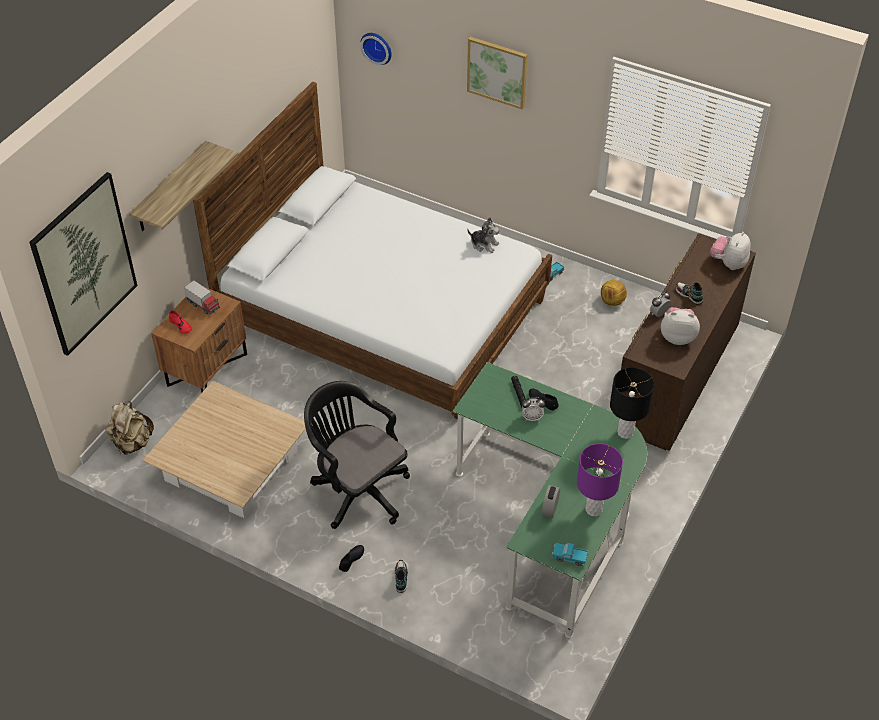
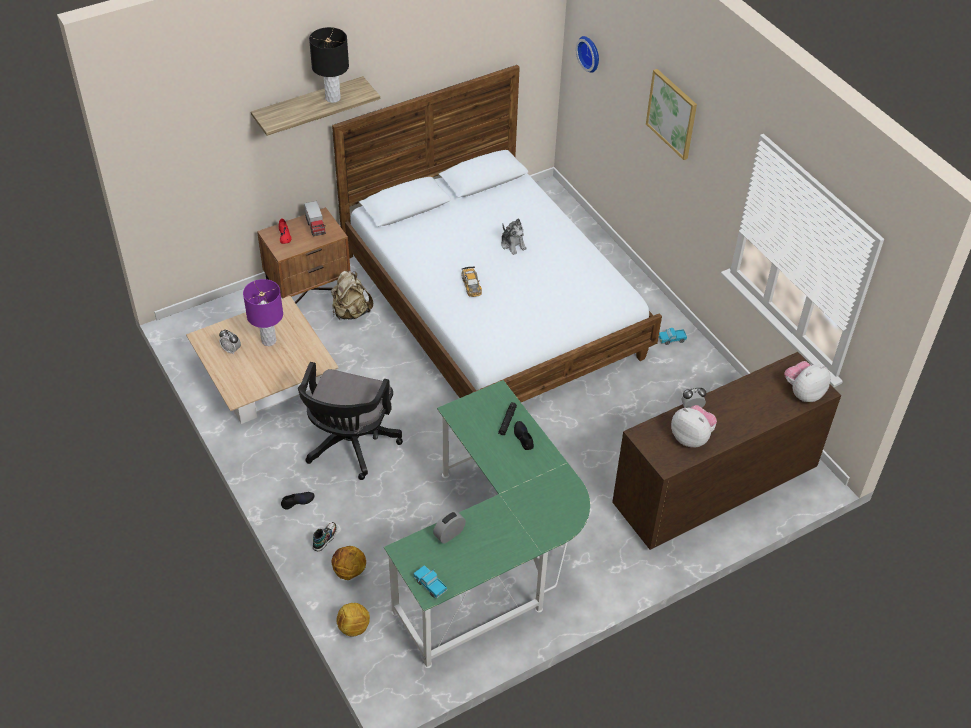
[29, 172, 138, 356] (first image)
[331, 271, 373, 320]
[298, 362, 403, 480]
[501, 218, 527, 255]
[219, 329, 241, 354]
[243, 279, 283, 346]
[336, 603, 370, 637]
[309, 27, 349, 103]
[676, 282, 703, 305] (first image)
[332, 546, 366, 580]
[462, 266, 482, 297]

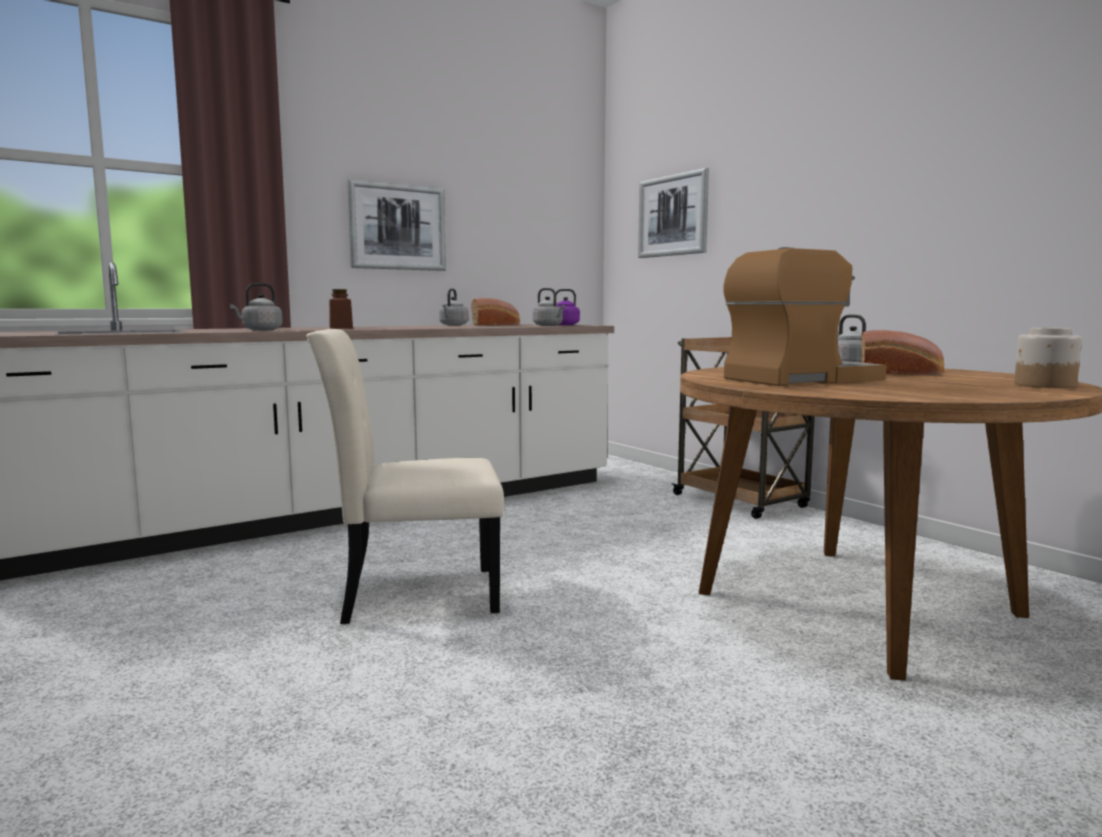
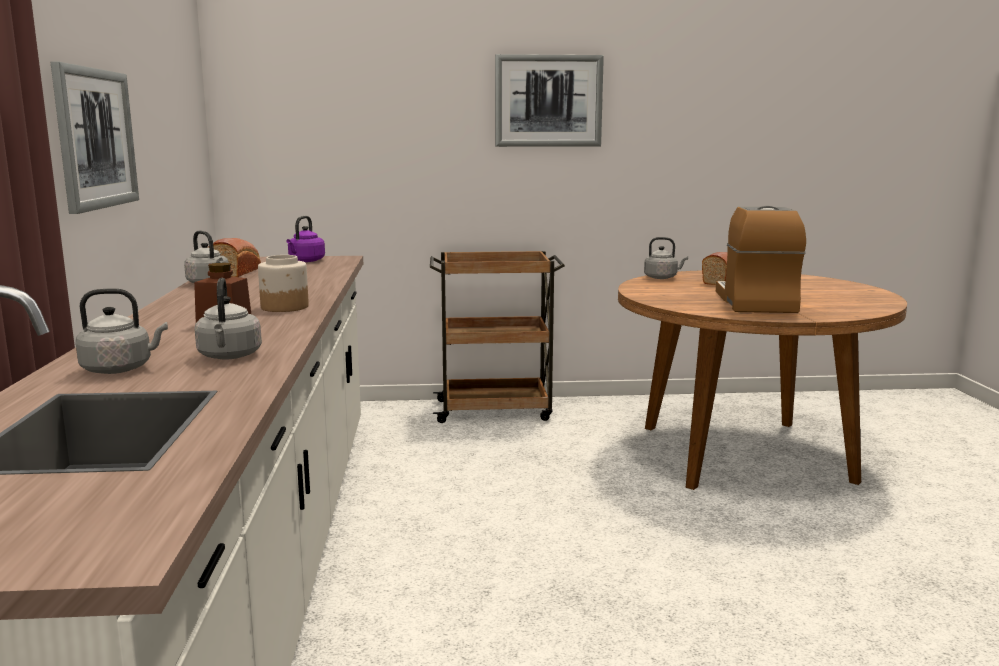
[306, 329, 504, 624] (first image)
[75, 289, 168, 374]
[495, 54, 604, 147]
[258, 255, 309, 312]

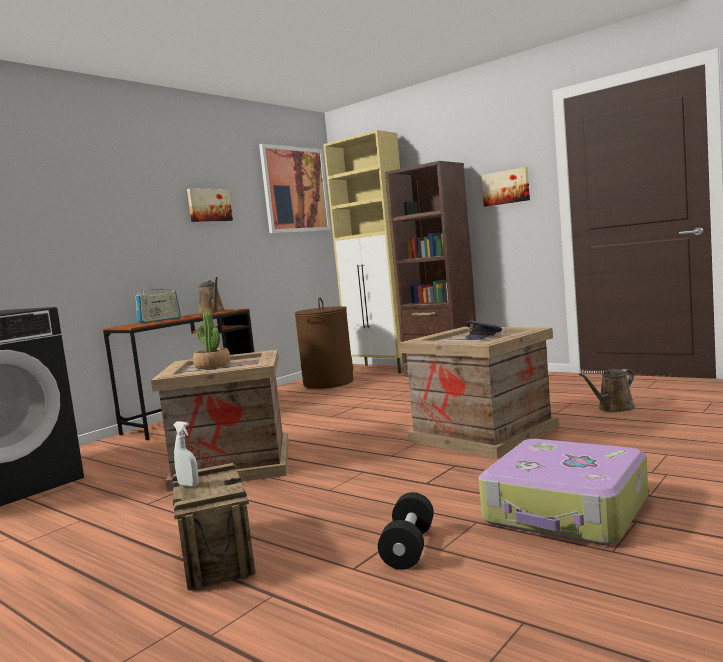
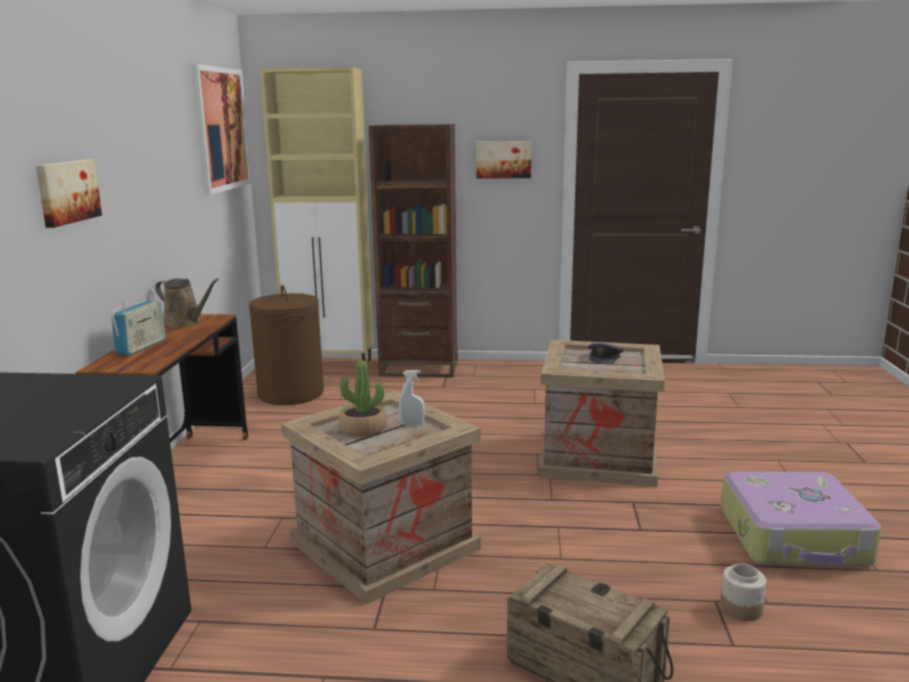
[399, 370, 425, 426]
[36, 160, 102, 228]
[720, 564, 766, 621]
[579, 369, 635, 412] (first image)

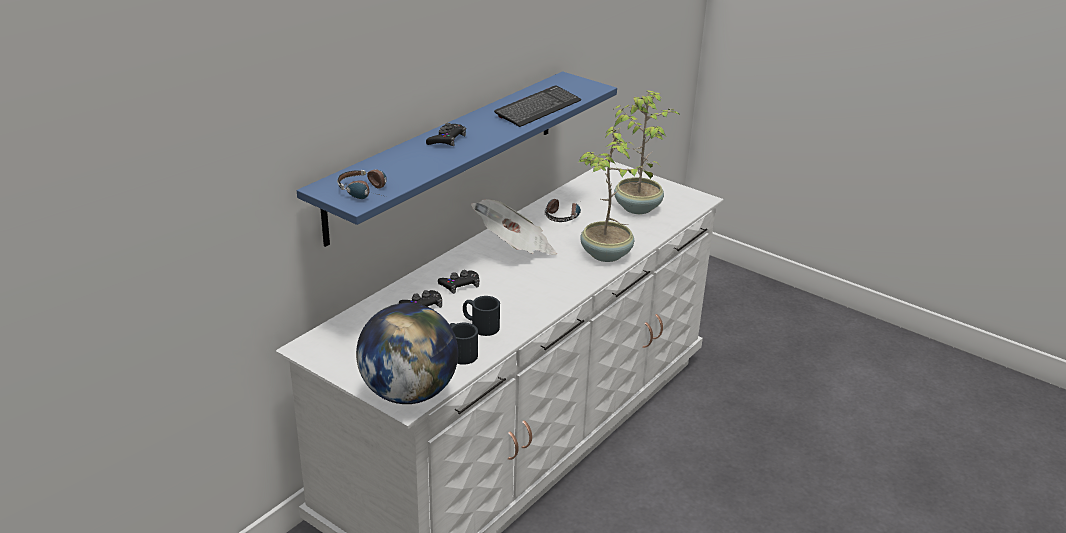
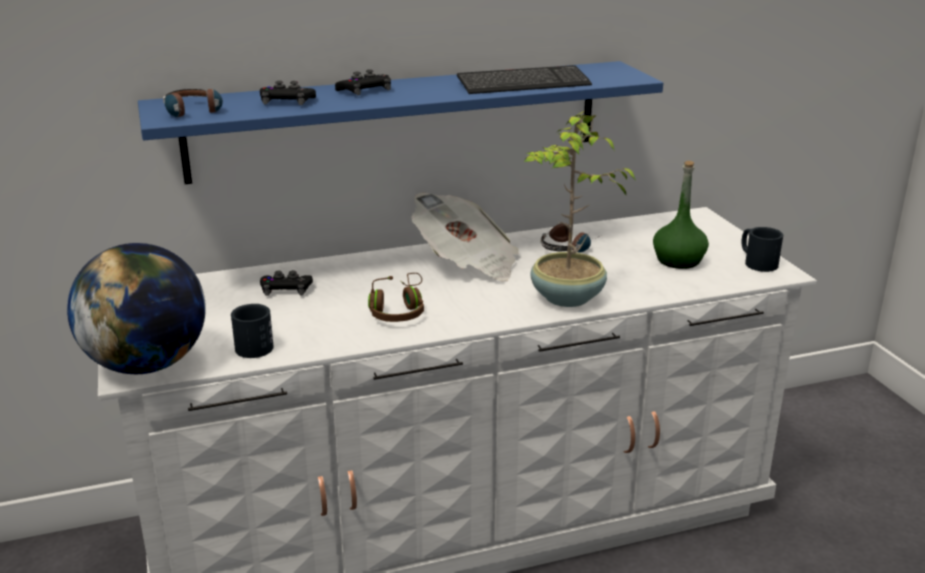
[260, 80, 316, 105]
[741, 227, 783, 272]
[653, 161, 709, 269]
[368, 273, 424, 322]

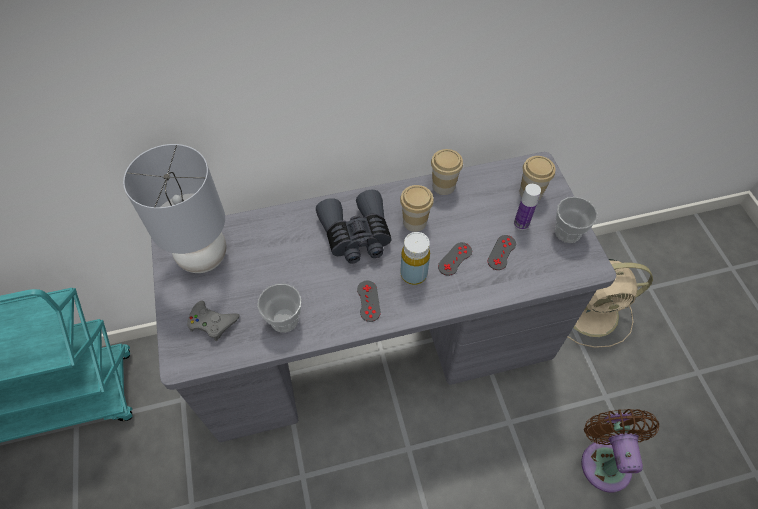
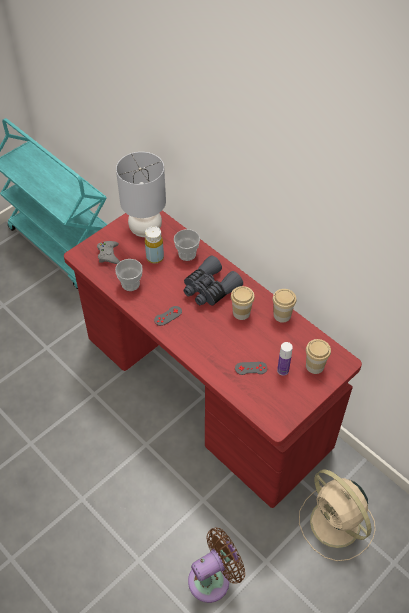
[64, 210, 362, 508]
[145, 226, 164, 264]
[438, 242, 472, 276] (first image)
[174, 229, 200, 261]

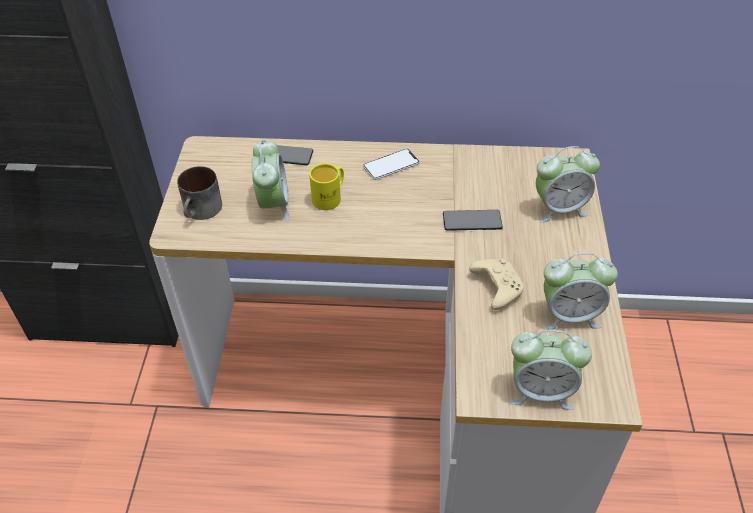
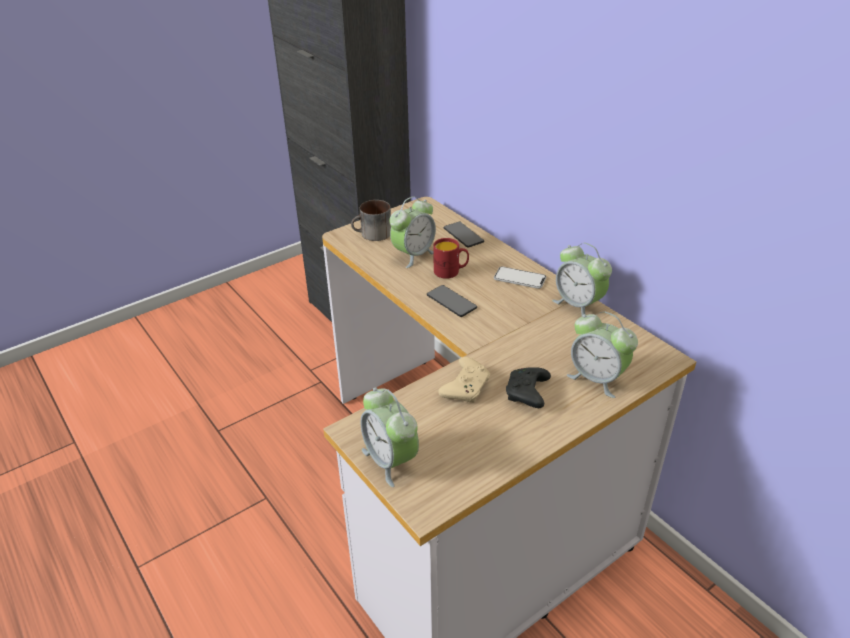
[433, 238, 469, 279]
[427, 285, 477, 317]
[552, 243, 612, 316]
[506, 367, 551, 408]

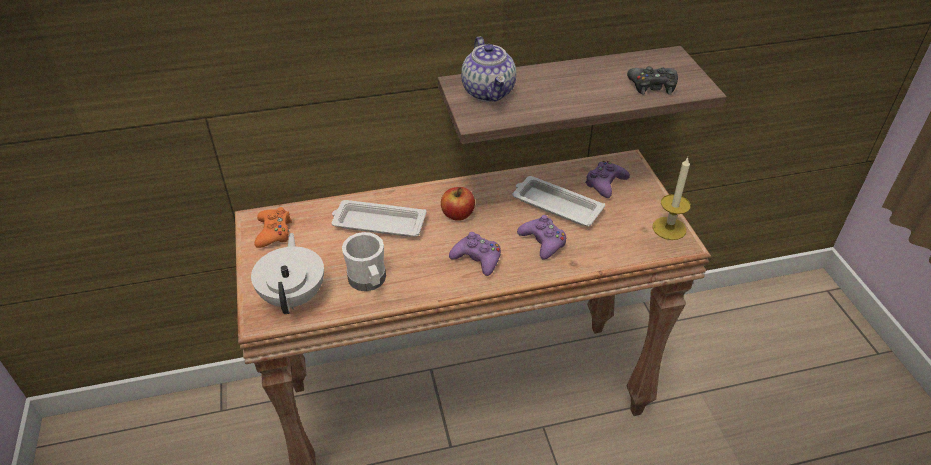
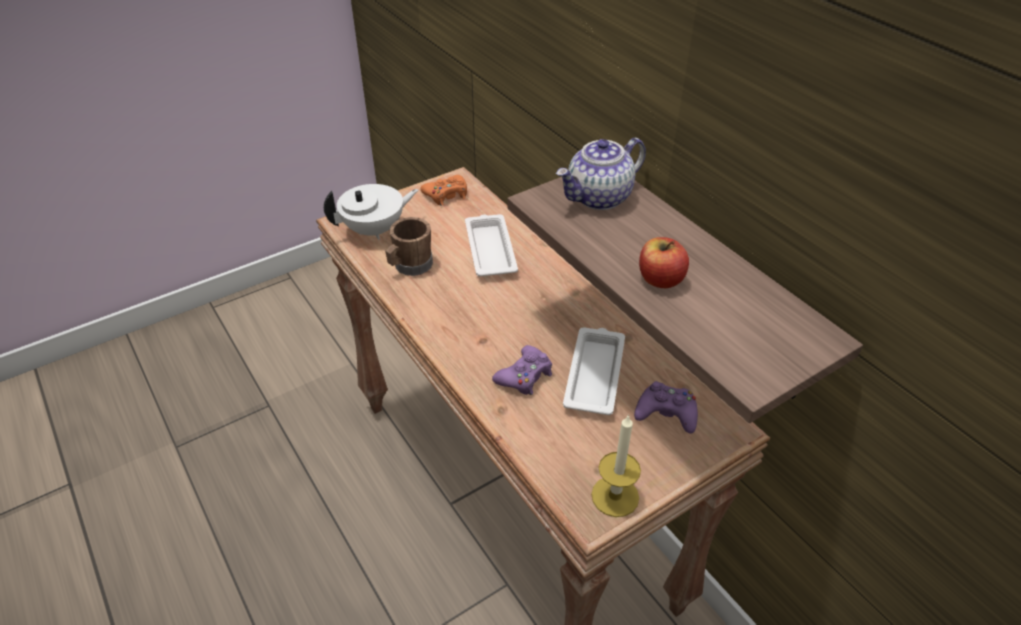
[385, 217, 433, 276]
[639, 237, 689, 288]
[449, 232, 501, 276] (first image)
[627, 67, 678, 94] (first image)

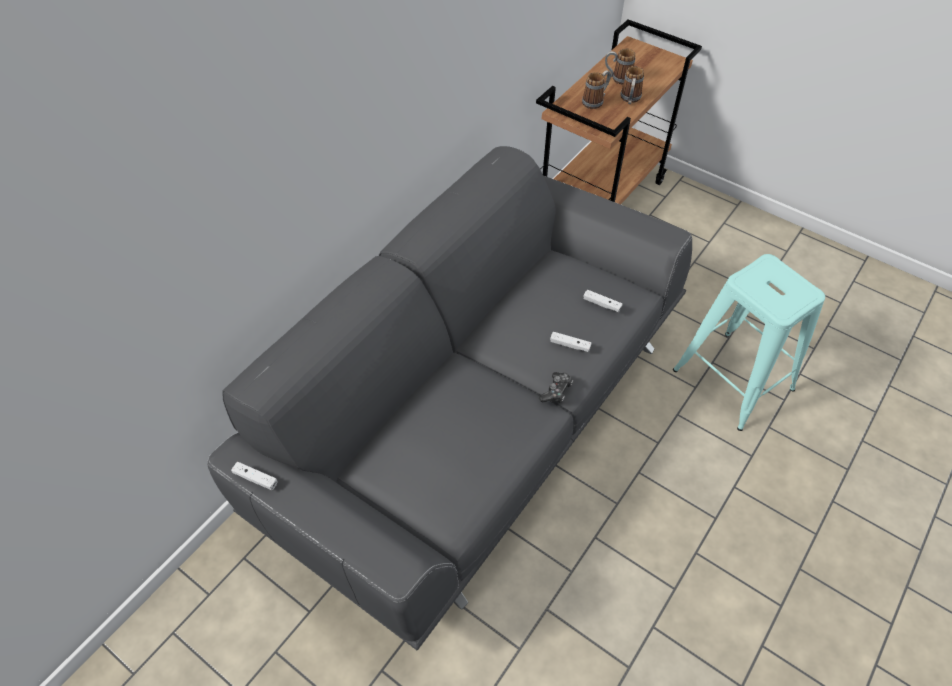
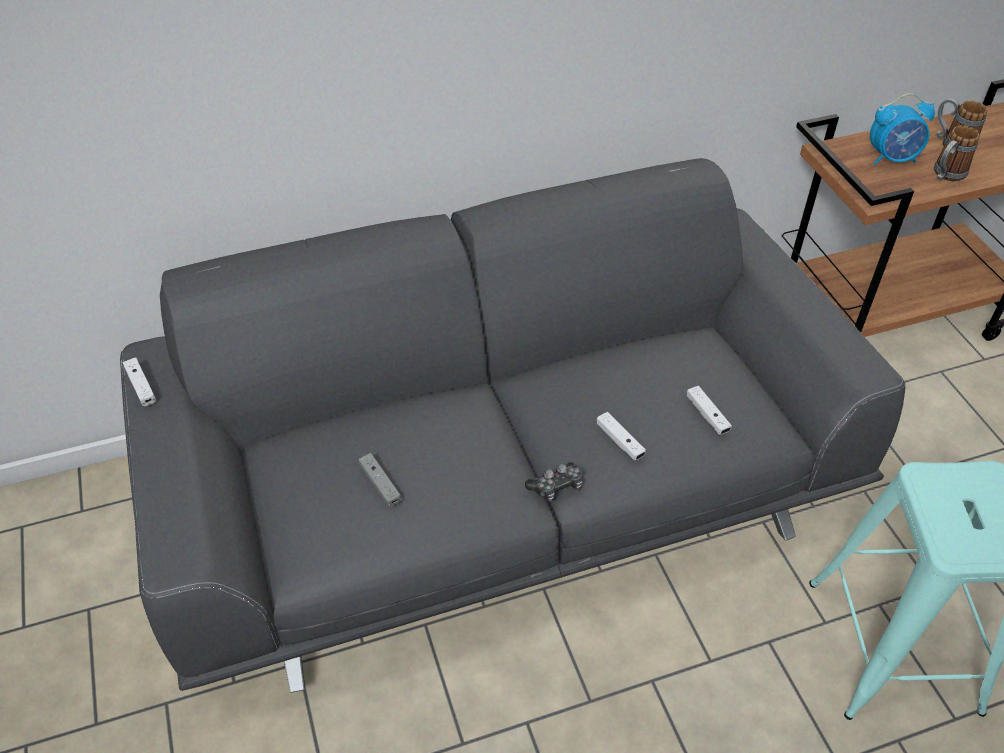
[870, 93, 935, 165]
[358, 453, 401, 507]

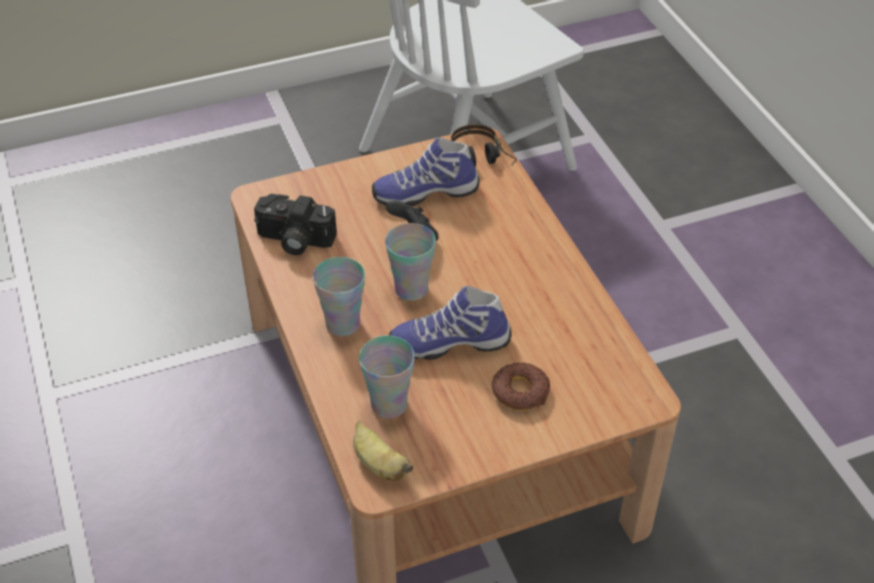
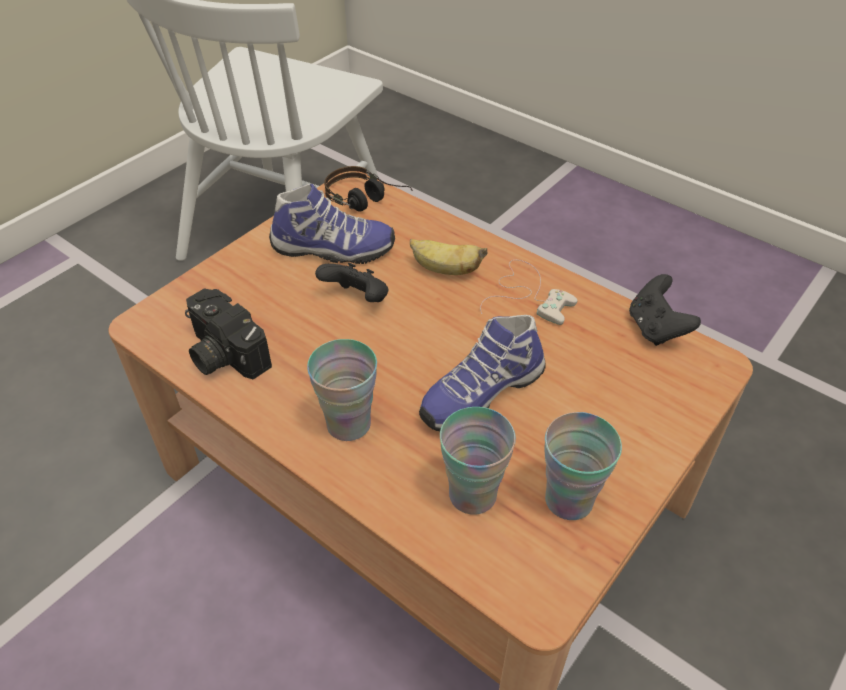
[185, 288, 272, 380]
[410, 238, 487, 275]
[269, 183, 395, 264]
[544, 412, 622, 520]
[491, 363, 550, 410] (first image)
[480, 260, 578, 325]
[629, 274, 701, 346]

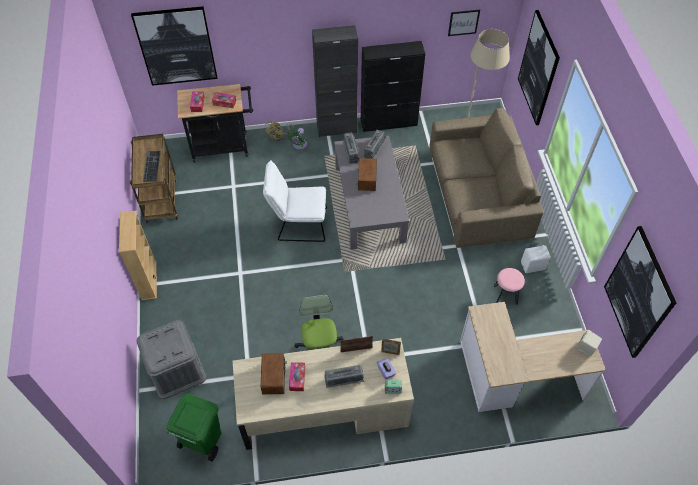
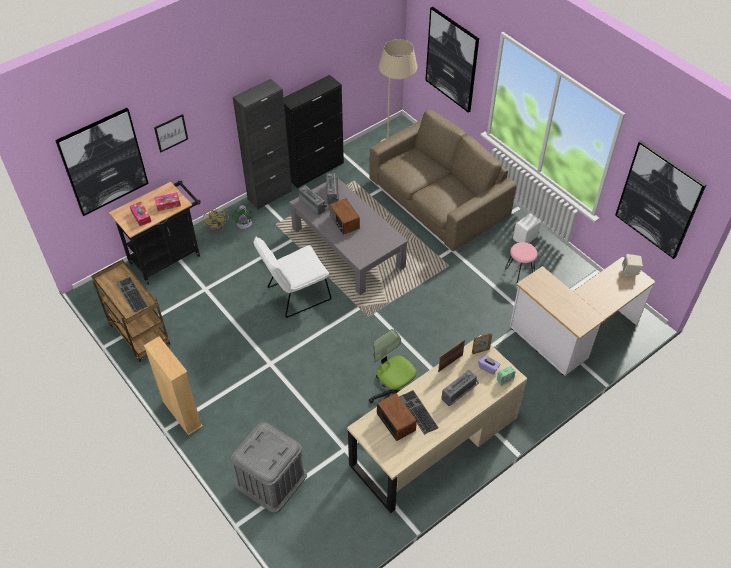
[166, 393, 221, 461] (first image)
[399, 390, 439, 435]
[154, 114, 188, 153]

